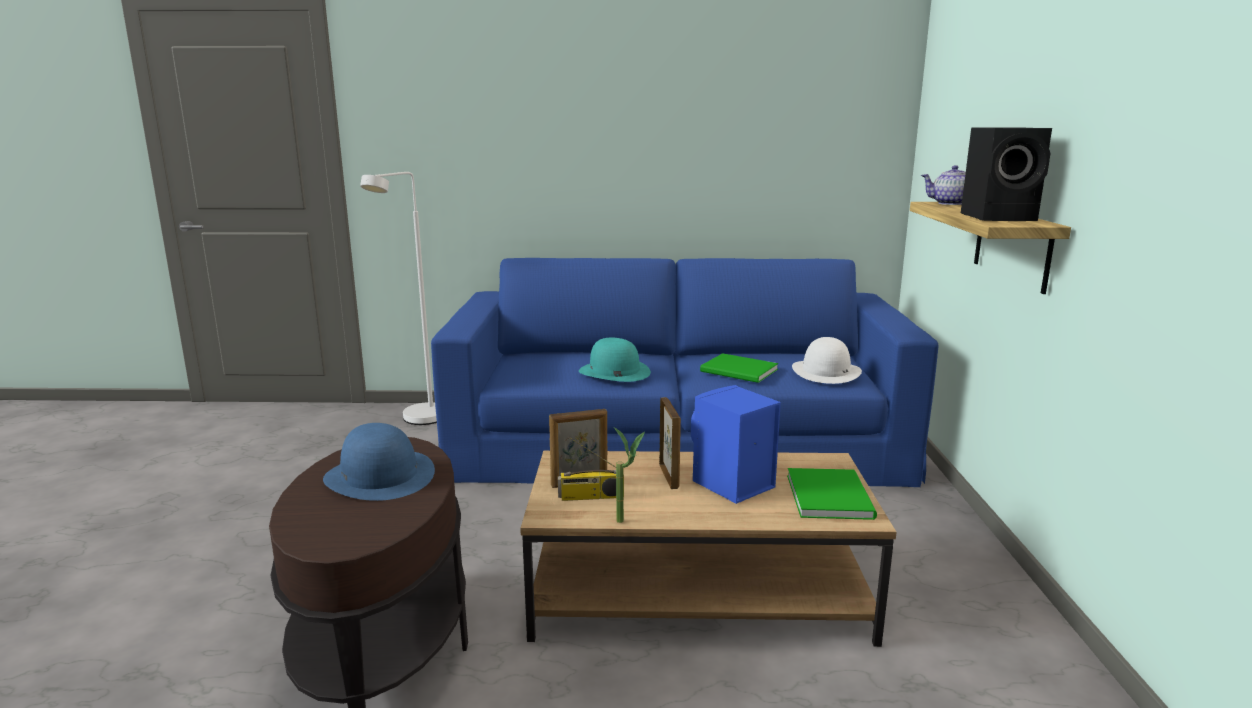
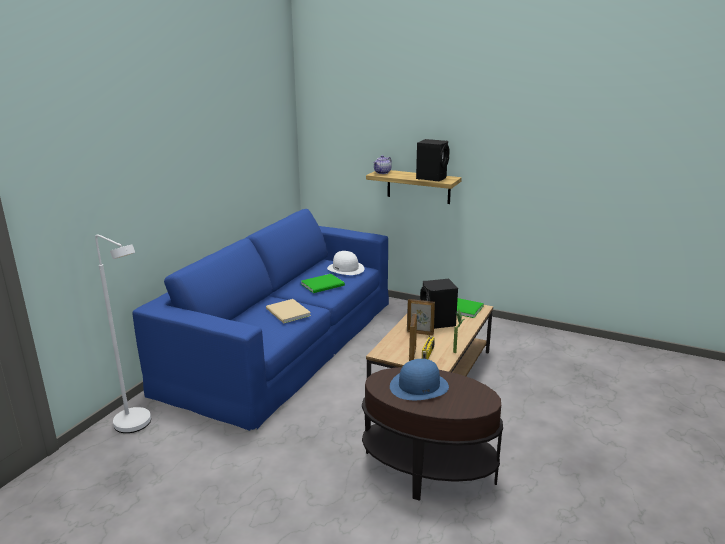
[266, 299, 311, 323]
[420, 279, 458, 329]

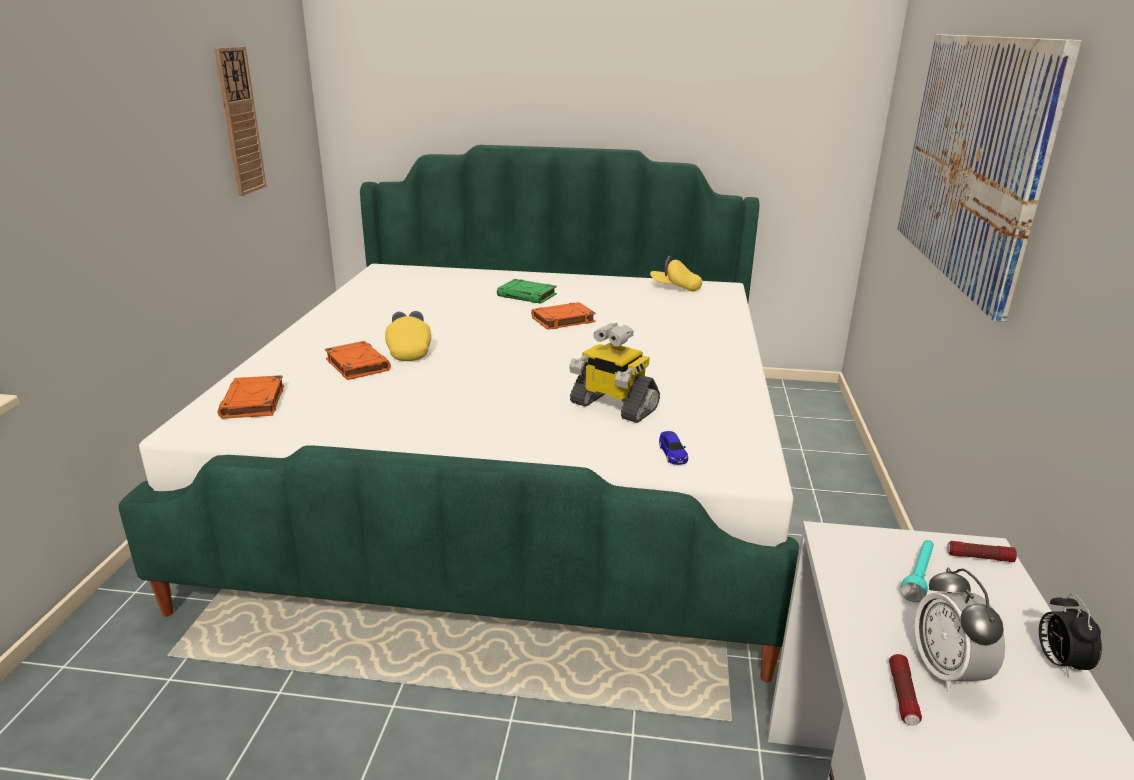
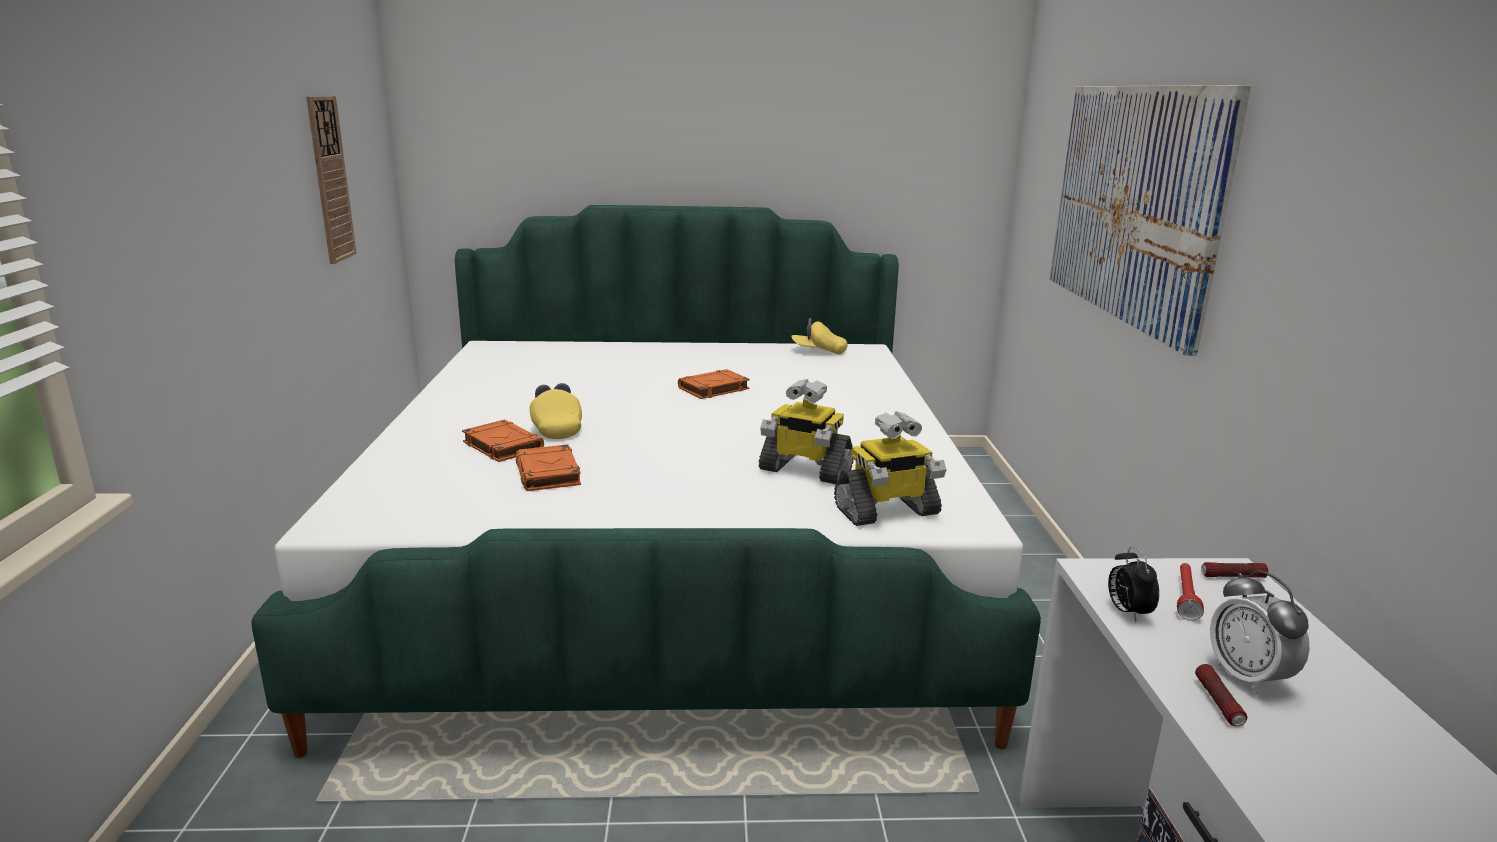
[515, 444, 581, 491]
[497, 279, 557, 304] (first image)
[834, 411, 946, 526]
[1177, 563, 1204, 621]
[1108, 546, 1159, 622]

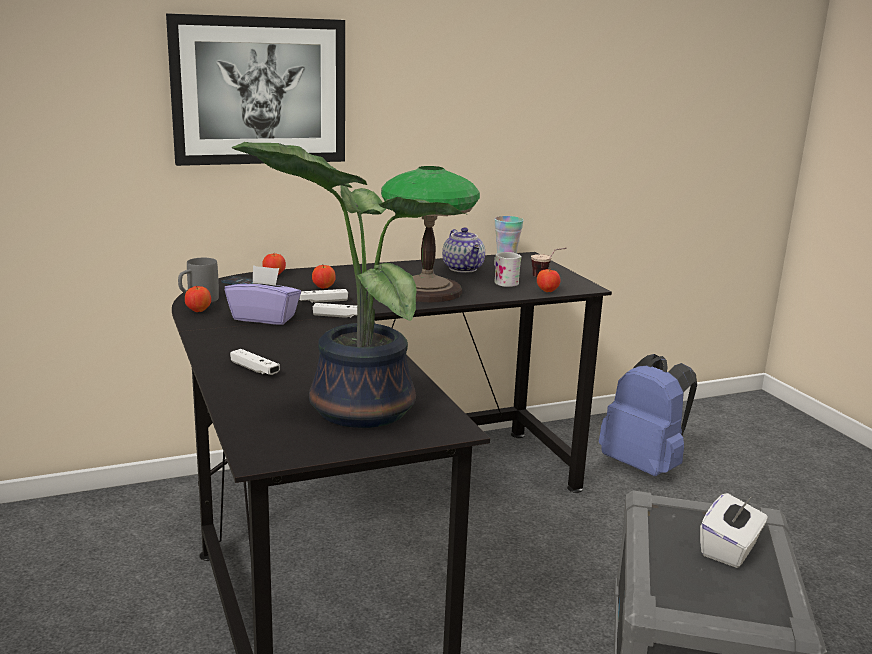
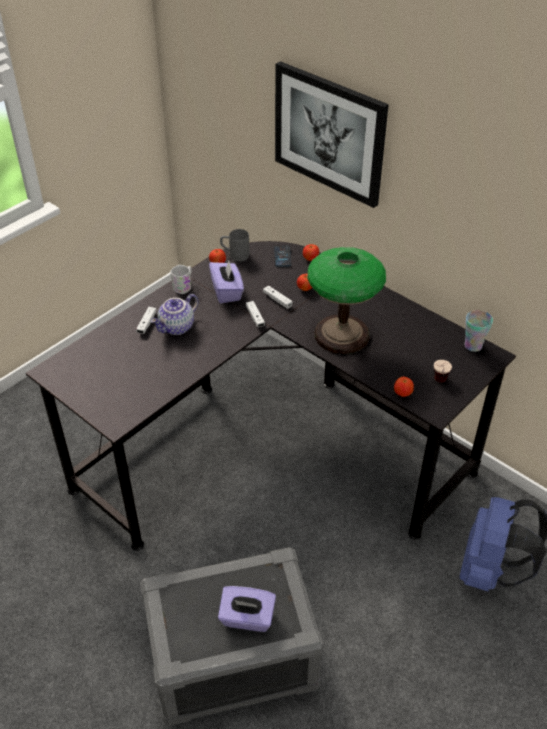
[231, 142, 468, 428] (first image)
[151, 294, 199, 335]
[170, 265, 192, 294]
[218, 586, 276, 632]

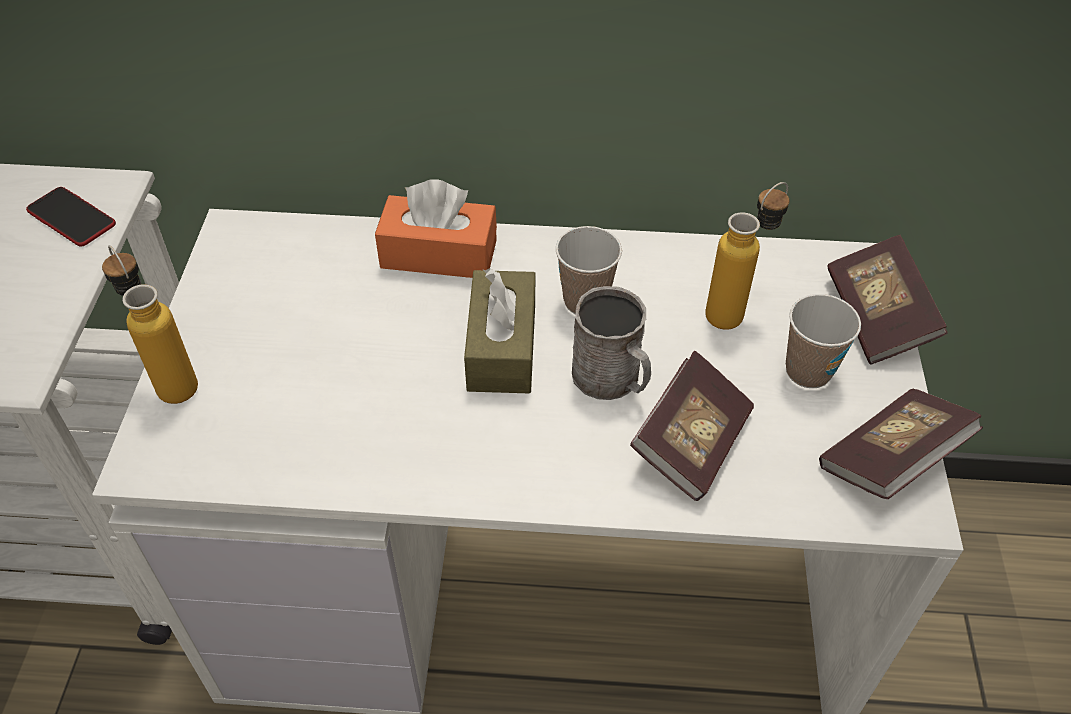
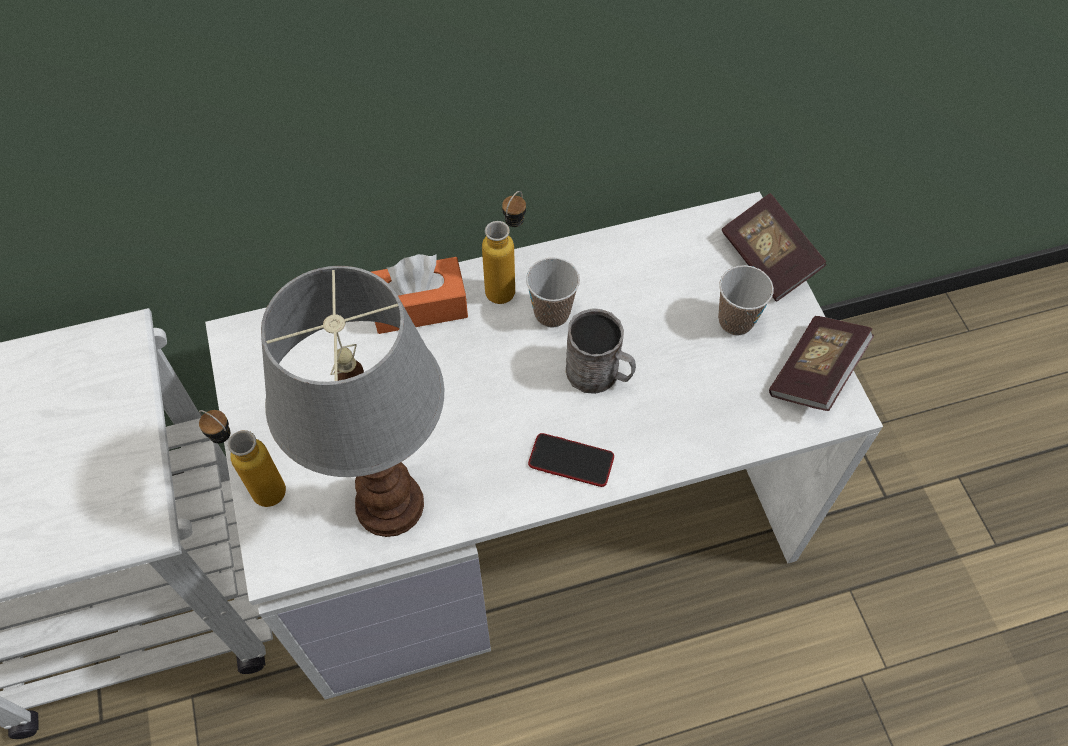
[528, 433, 614, 487]
[464, 268, 535, 394] (first image)
[630, 350, 754, 501] (first image)
[482, 191, 526, 304]
[261, 266, 444, 537]

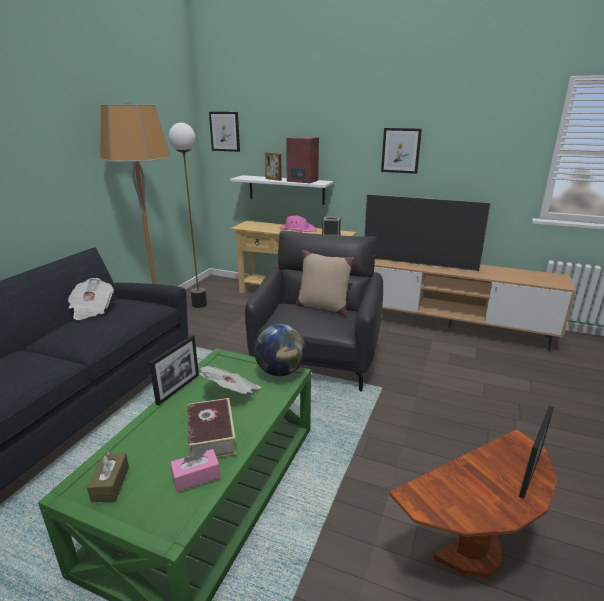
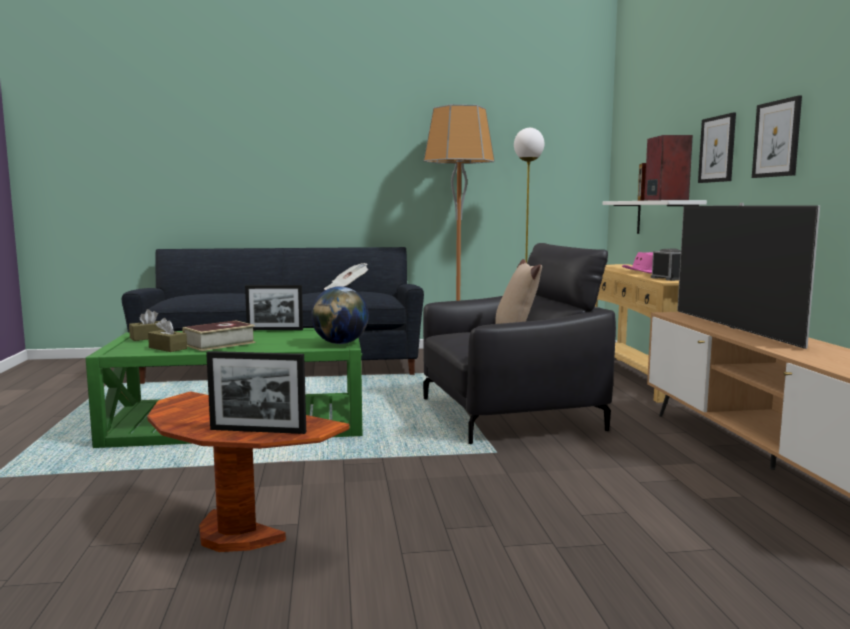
[148, 318, 187, 352]
[199, 366, 262, 394] (first image)
[698, 113, 736, 183]

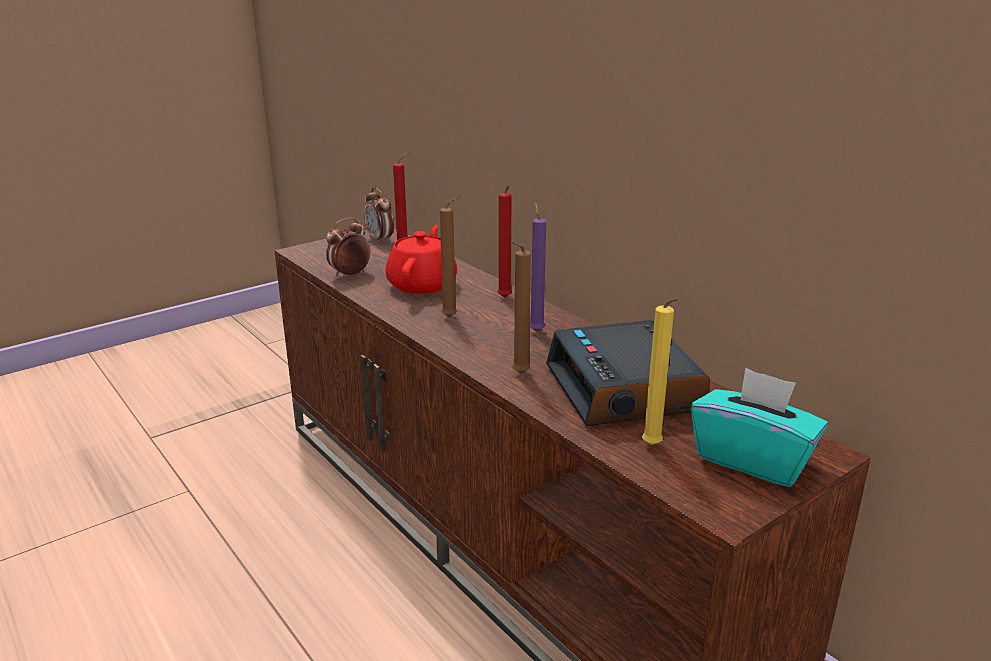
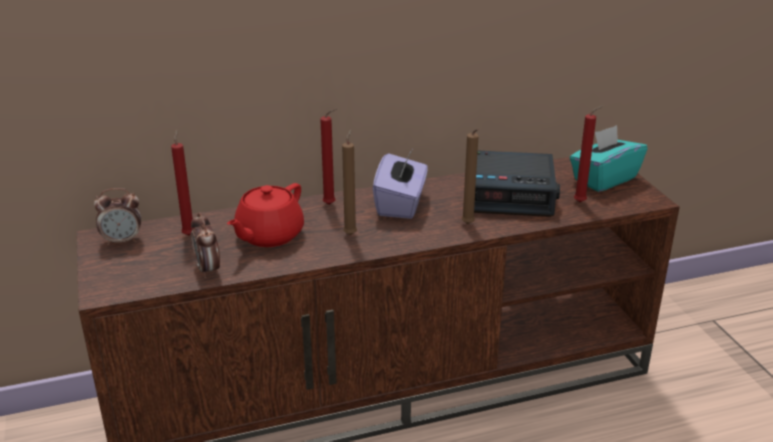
[227, 183, 304, 247]
[373, 150, 428, 219]
[574, 105, 603, 202]

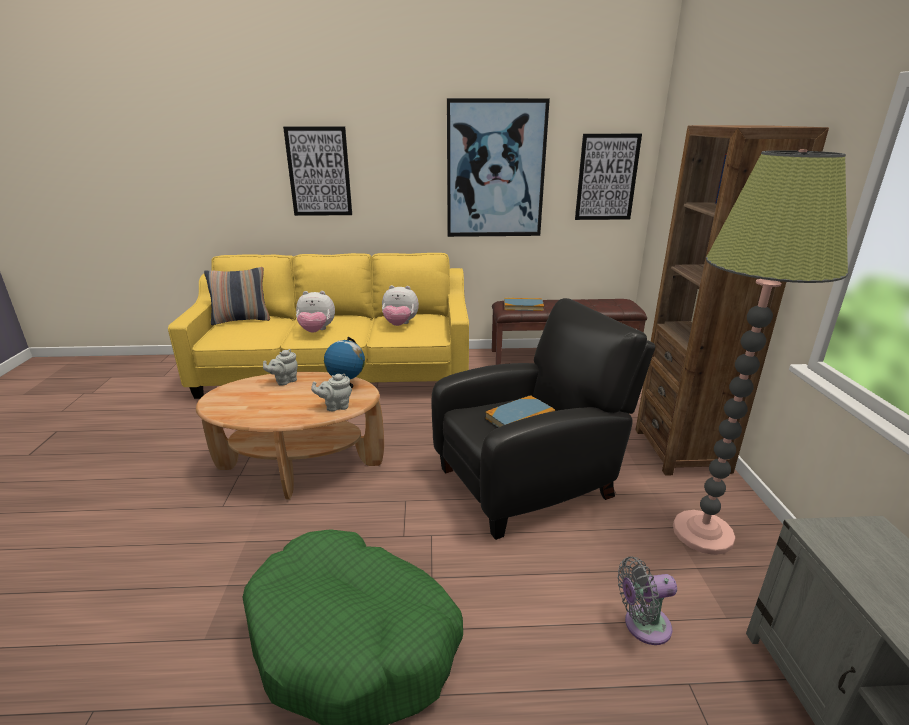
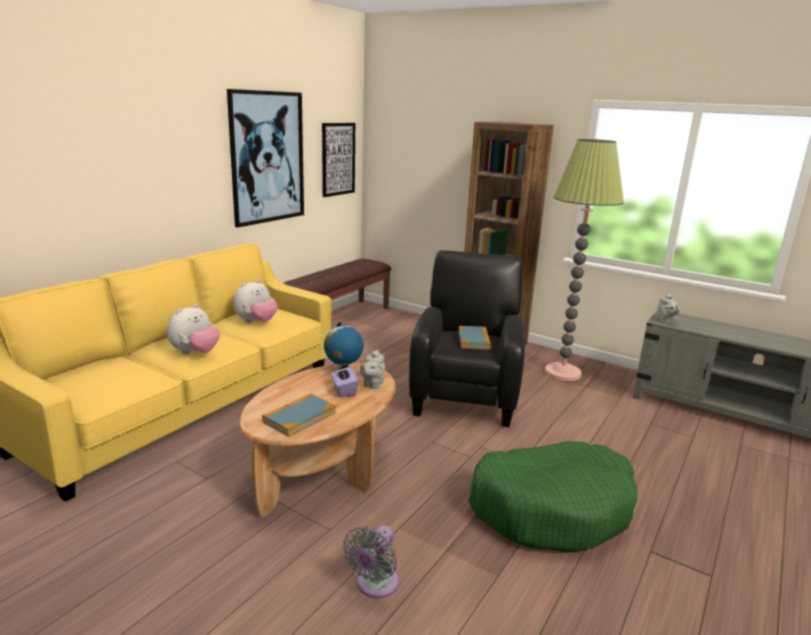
[204, 267, 270, 325] (first image)
[656, 293, 681, 324]
[283, 127, 352, 216] (first image)
[262, 394, 336, 437]
[343, 525, 399, 598]
[331, 365, 358, 397]

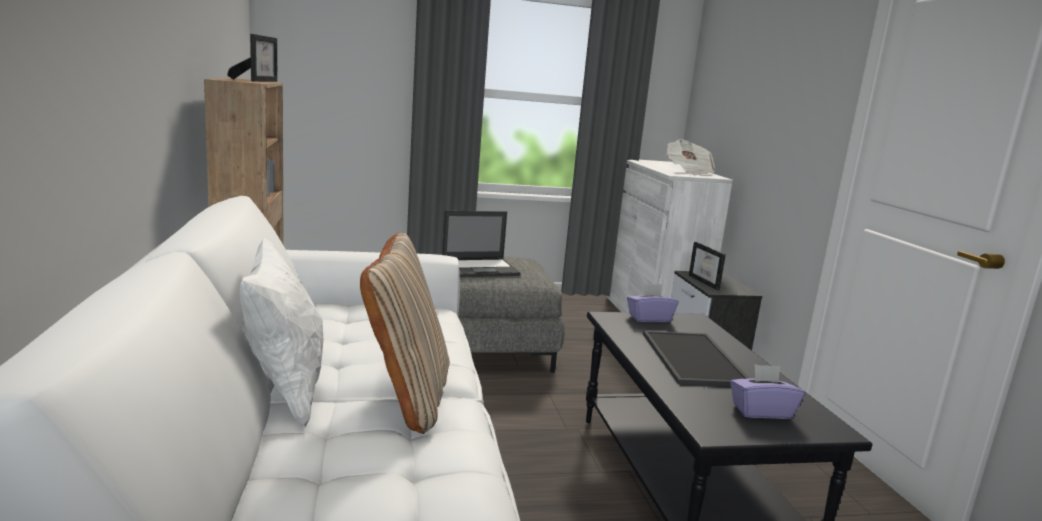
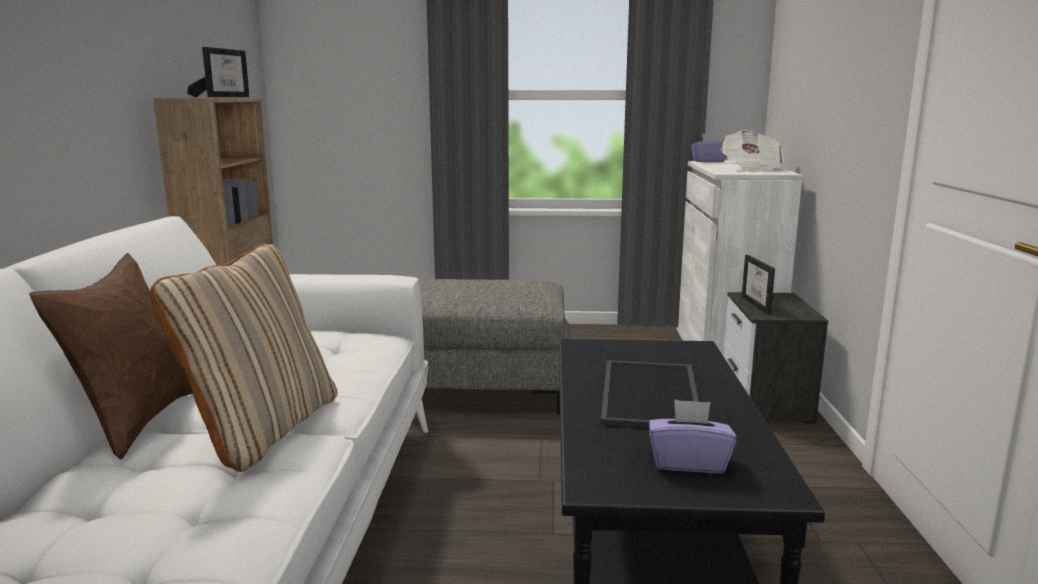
[30, 253, 193, 460]
[442, 211, 520, 277] (first image)
[691, 134, 726, 162]

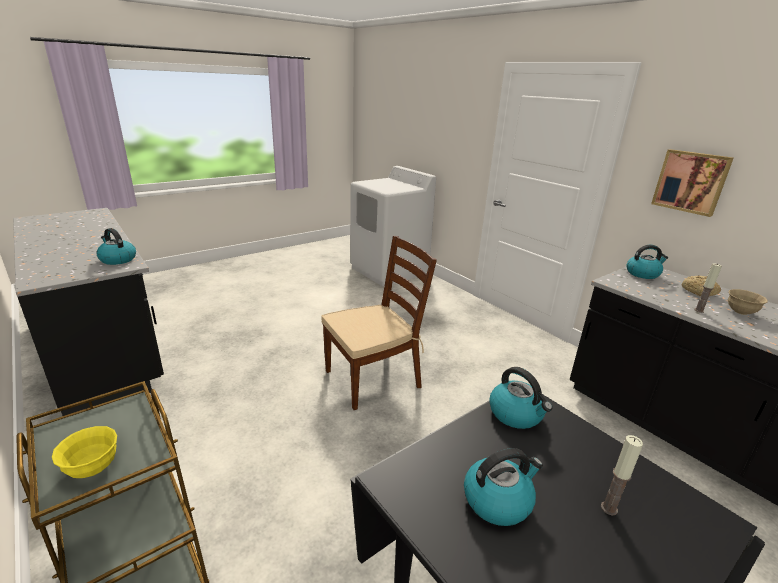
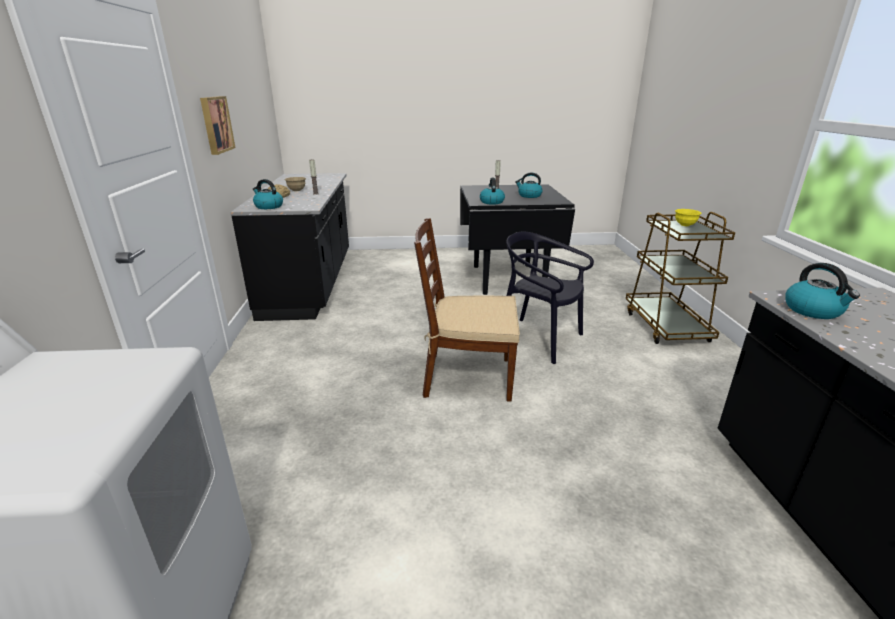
[506, 232, 594, 364]

